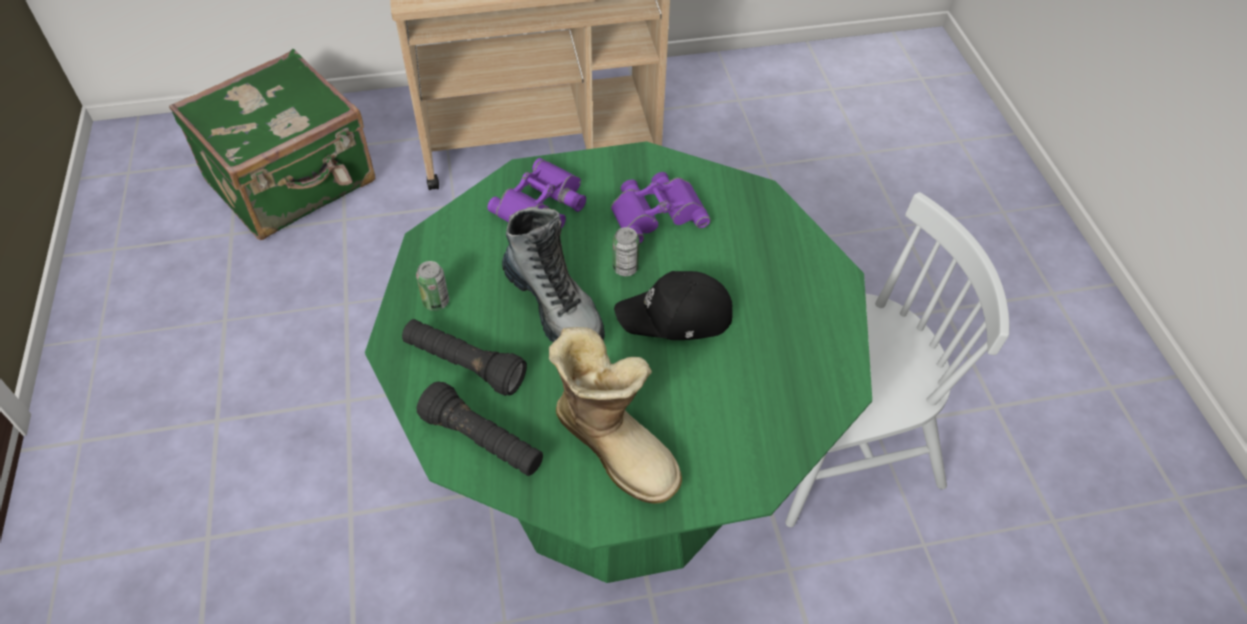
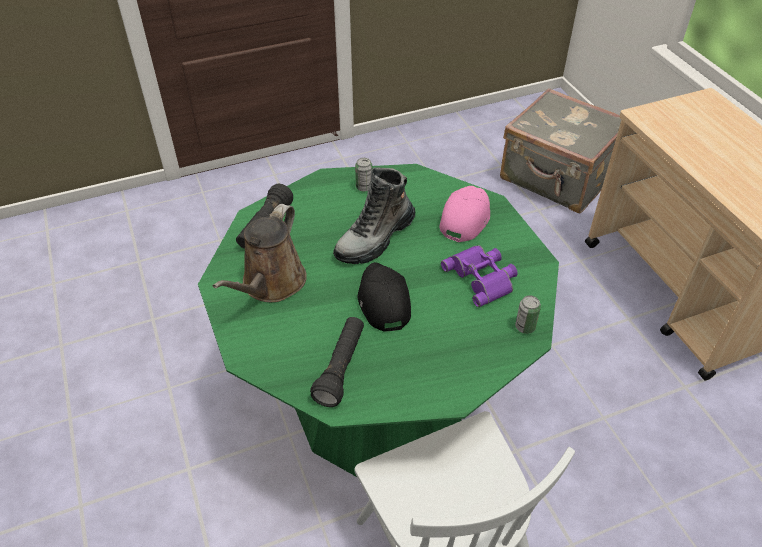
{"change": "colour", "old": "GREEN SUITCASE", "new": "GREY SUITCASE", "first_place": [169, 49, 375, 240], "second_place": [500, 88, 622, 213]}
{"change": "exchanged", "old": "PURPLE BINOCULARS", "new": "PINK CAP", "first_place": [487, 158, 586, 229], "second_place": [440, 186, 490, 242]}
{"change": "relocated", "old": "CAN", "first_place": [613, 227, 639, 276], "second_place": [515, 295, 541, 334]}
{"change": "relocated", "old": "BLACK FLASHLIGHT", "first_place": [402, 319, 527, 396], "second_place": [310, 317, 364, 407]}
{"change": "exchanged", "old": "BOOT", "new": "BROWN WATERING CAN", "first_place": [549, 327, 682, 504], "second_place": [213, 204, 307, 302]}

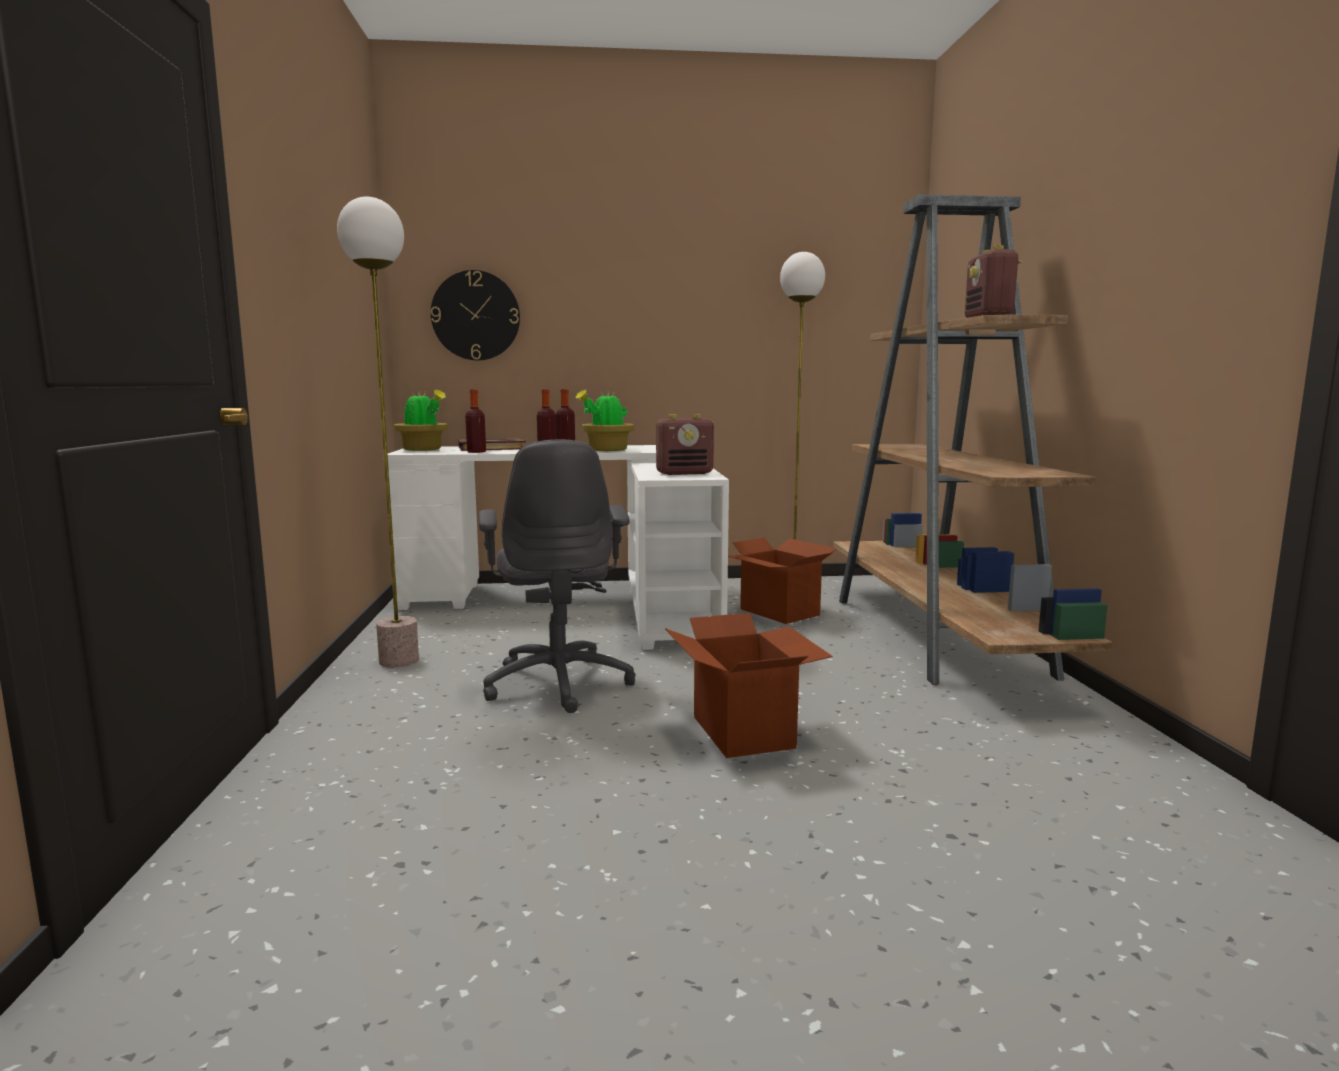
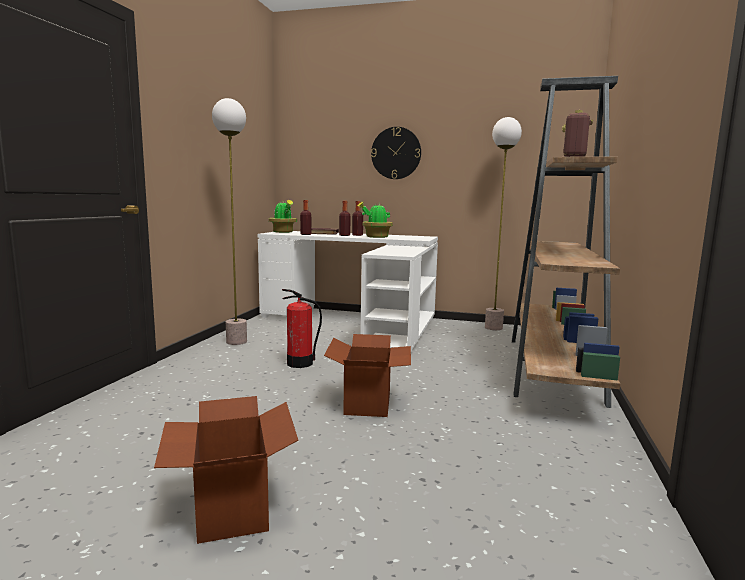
{"change": "relocated", "old": "WALL CLOCK", "first_place": [431, 270, 520, 361], "second_place": [371, 127, 421, 179]}
{"change": "missing", "old": "RADIO", "first_place": [656, 414, 714, 475]}
{"change": "exchanged", "old": "GREY OFFICE CHAIR", "new": "FIRE EXTINGUISHER", "first_place": [479, 439, 636, 713], "second_place": [282, 289, 322, 368]}
{"change": "relocated", "old": "CARDBOARD BOX", "first_place": [728, 538, 837, 624], "second_place": [154, 396, 299, 544]}

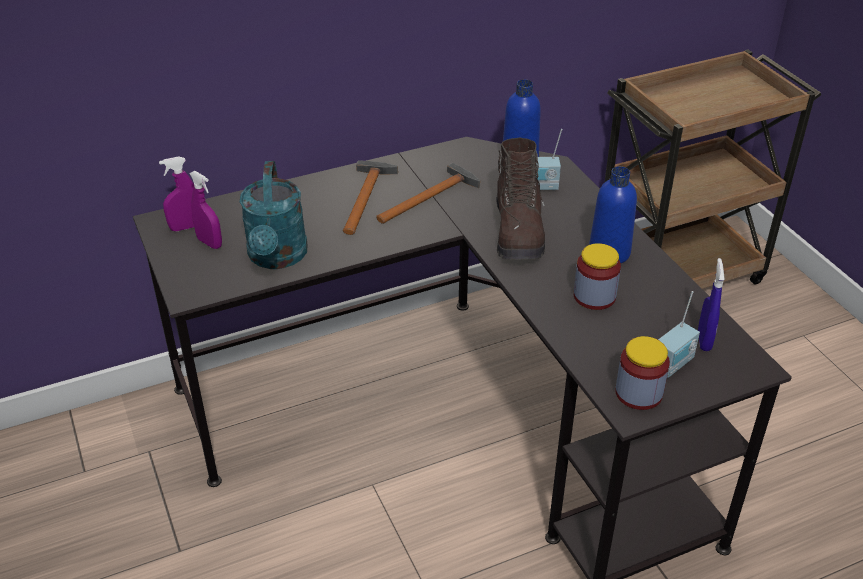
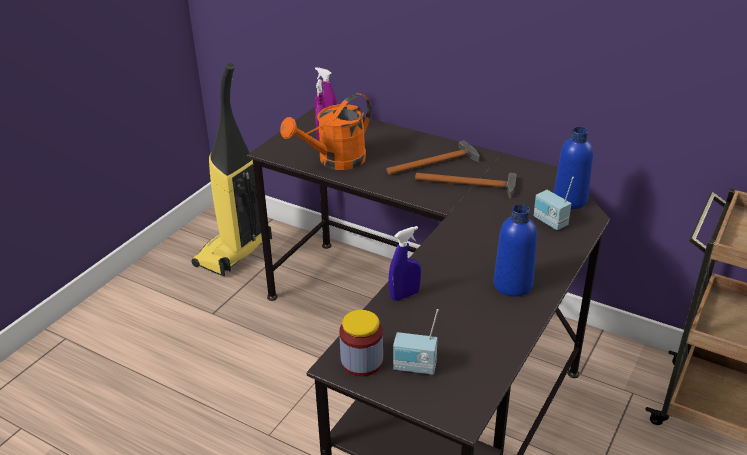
{"change": "missing", "old": "BROWN BOOT", "first_place": [496, 138, 545, 260]}
{"change": "colour", "old": "TURQUOISE WATERING CAN", "new": "ORANGE WATERING CAN", "first_place": [240, 161, 308, 269], "second_place": [280, 93, 371, 170]}
{"change": "missing", "old": "JAR", "first_place": [574, 243, 621, 310]}
{"change": "relocated", "old": "BLUE SPRAY BOTTLE", "first_place": [698, 258, 724, 351], "second_place": [388, 226, 421, 301]}
{"change": "appeared", "new": "VACUUM CLEANER", "second_place": [191, 63, 272, 276]}

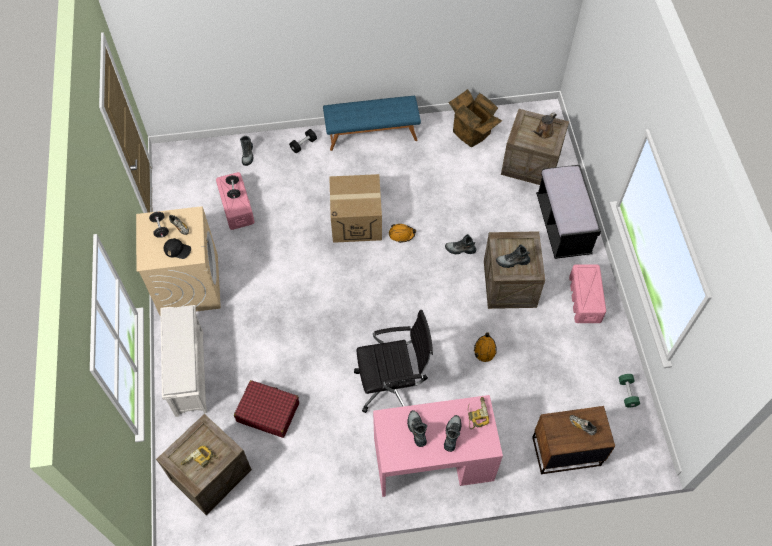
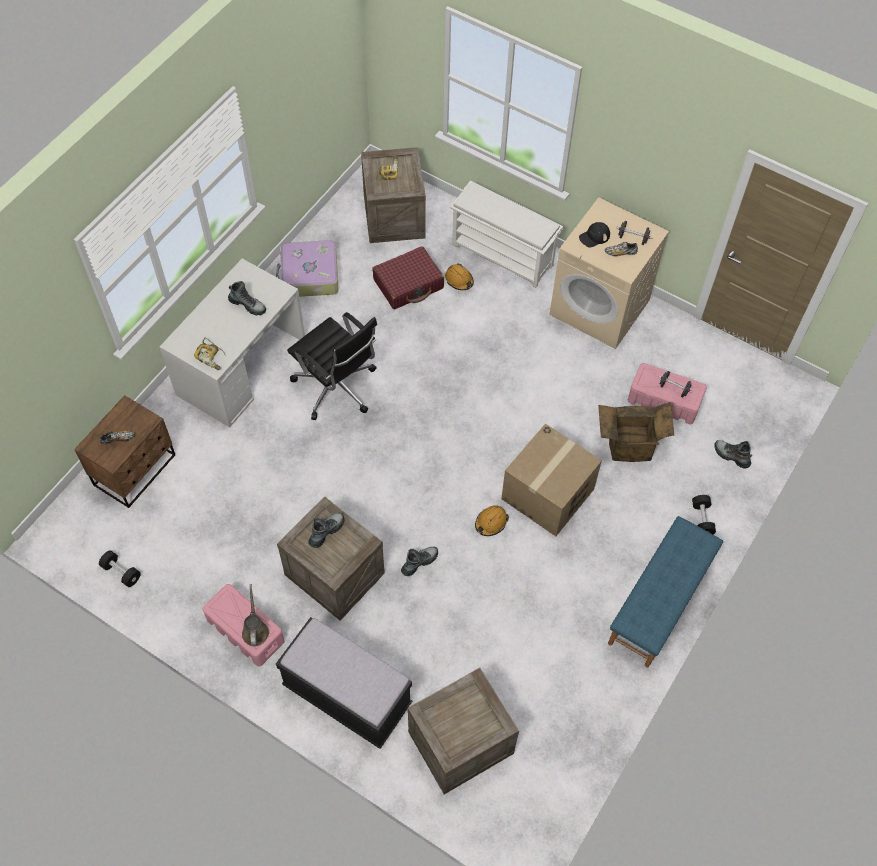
{"change": "relocated", "old": "CARDBOARD BOX", "first_place": [448, 89, 502, 147], "second_place": [598, 402, 674, 462]}
{"change": "relocated", "old": "BROWN WATERING CAN", "first_place": [531, 112, 556, 139], "second_place": [242, 584, 269, 646]}
{"change": "spun", "old": "BLACK OFFICE CHAIR", "first_place": [354, 310, 433, 413], "second_place": [287, 312, 377, 420], "degrees": -75}
{"change": "relocated", "old": "ORANGE HARD HAT", "first_place": [474, 332, 497, 362], "second_place": [445, 263, 474, 290]}
{"change": "colour", "old": "GREEN DUMBBELL", "new": "BLACK DUMBBELL", "first_place": [619, 374, 640, 407], "second_place": [99, 550, 141, 587]}
{"change": "colour", "old": "PINK DESK", "new": "WHITE DESK", "first_place": [373, 395, 503, 497], "second_place": [160, 259, 305, 427]}
{"change": "missing", "old": "BOOT", "first_place": [444, 415, 462, 452]}
{"change": "appeared", "new": "SUITCASE", "second_place": [276, 240, 339, 297]}

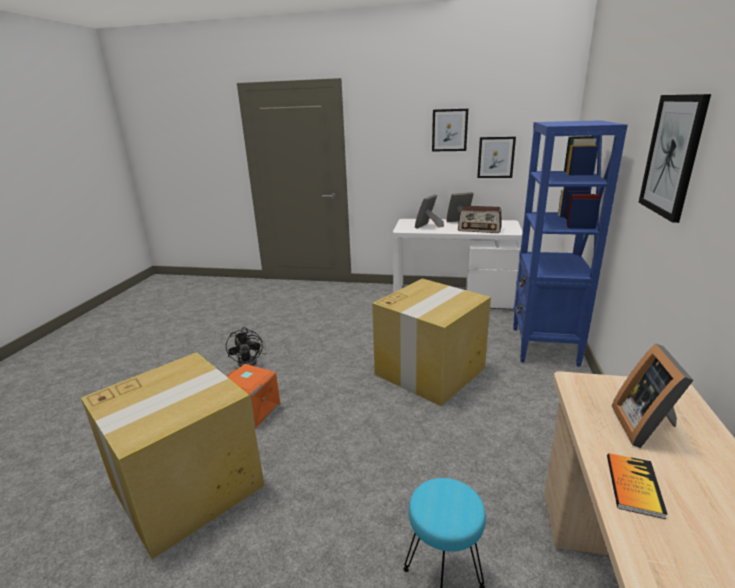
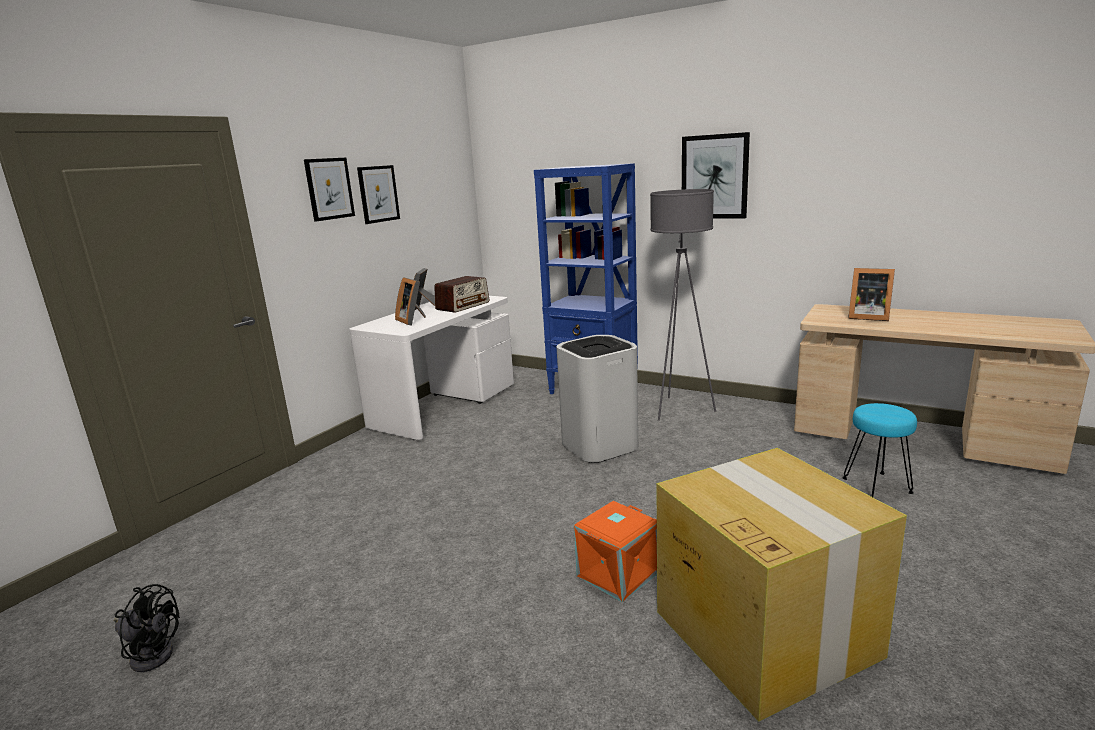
{"change": "relocated", "old": "PICTURE", "first_place": [477, 137, 516, 178], "second_place": [304, 158, 355, 222]}
{"change": "exchanged", "old": "CARDBOARD BOX", "new": "WHITE TRASH CAN", "first_place": [372, 279, 491, 406], "second_place": [557, 335, 638, 463]}
{"change": "relocated", "old": "BLACK FAN", "first_place": [226, 327, 268, 367], "second_place": [114, 584, 180, 672]}
{"change": "missing", "old": "BOOK", "first_place": [607, 453, 668, 519]}
{"change": "appeared", "new": "GREY FLOOR LAMP", "second_place": [650, 189, 716, 421]}

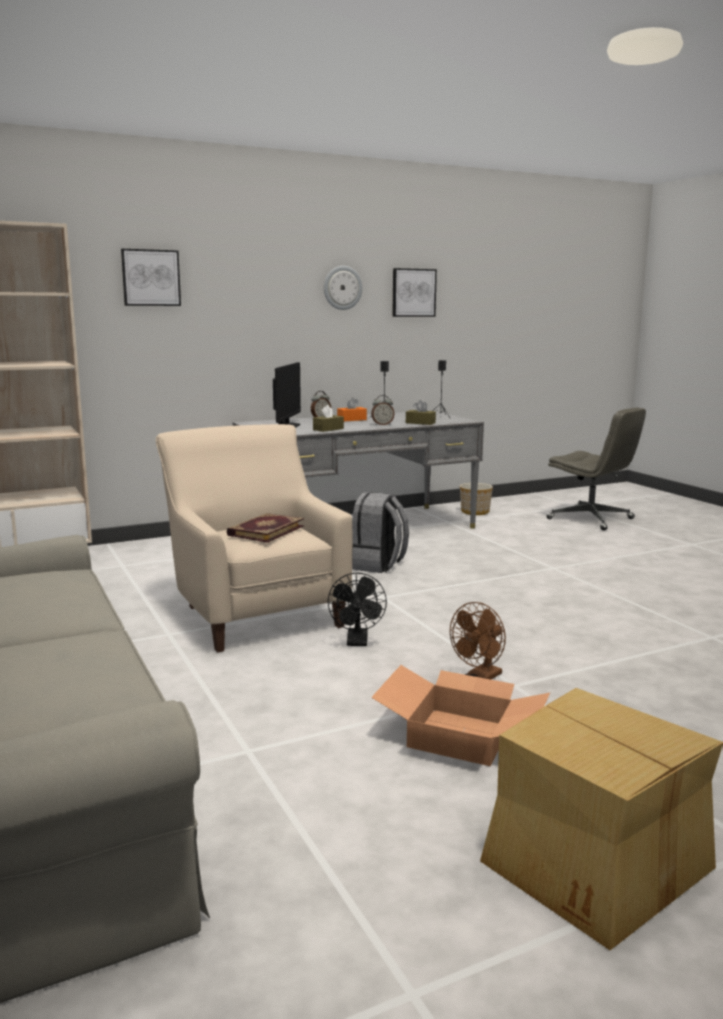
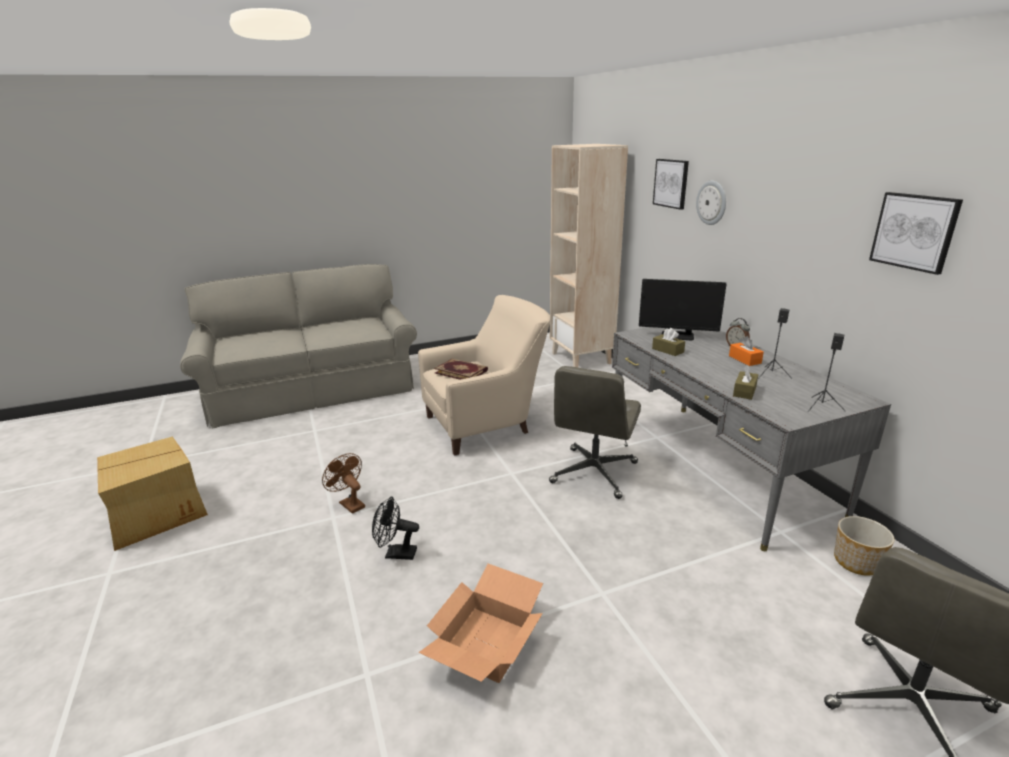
{"change": "relocated", "old": "WALL CLOCK", "first_place": [324, 266, 362, 310], "second_place": [696, 181, 726, 225]}
{"change": "missing", "old": "ALARM CLOCK", "first_place": [371, 395, 395, 425]}
{"change": "exchanged", "old": "GREY BACKPACK", "new": "GREY OFFICE CHAIR", "first_place": [352, 492, 409, 573], "second_place": [549, 366, 641, 499]}
{"change": "relocated", "old": "BLACK FAN", "first_place": [328, 572, 387, 646], "second_place": [372, 496, 419, 560]}
{"change": "relocated", "old": "CARDBOARD BOX", "first_place": [371, 665, 550, 766], "second_place": [418, 564, 543, 683]}

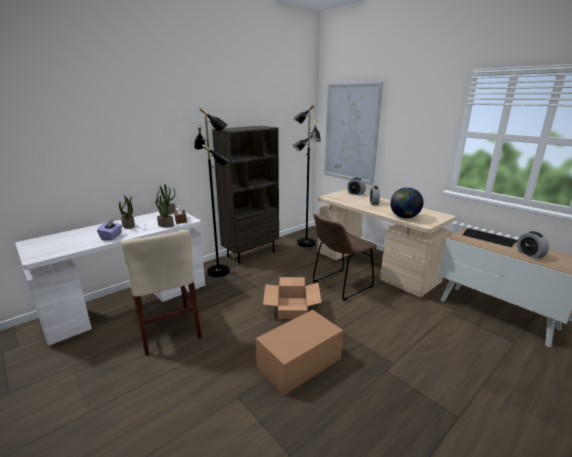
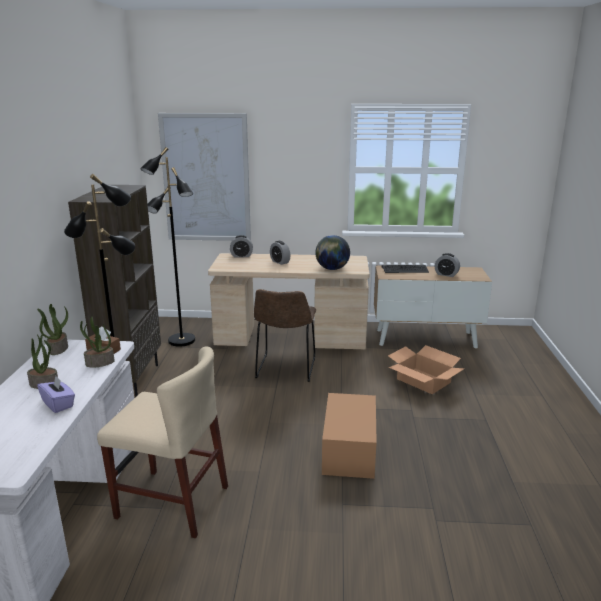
{"change": "relocated", "old": "CARDBOARD BOX", "first_place": [263, 277, 321, 319], "second_place": [388, 345, 465, 394]}

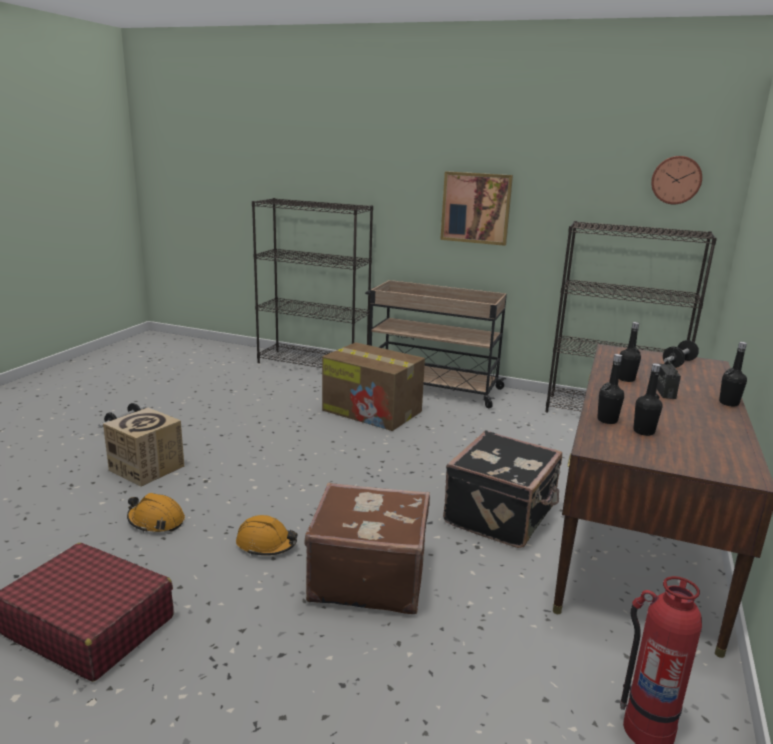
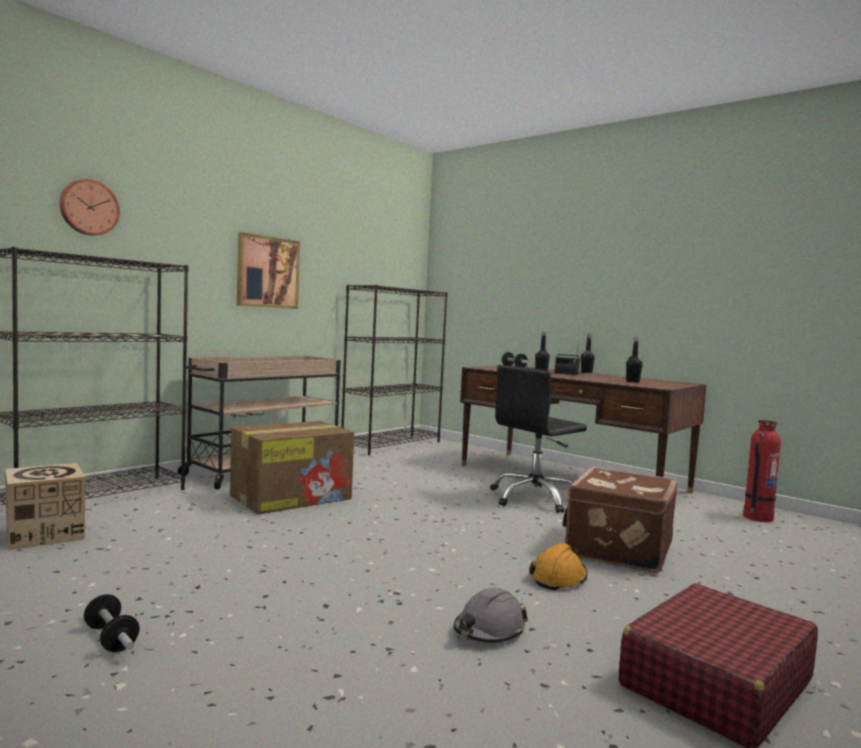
{"change": "relocated", "old": "WALL CLOCK", "first_place": [651, 156, 702, 204], "second_place": [59, 179, 120, 236]}
{"change": "missing", "old": "BLACK BOTTLE", "first_place": [597, 354, 624, 424]}
{"change": "relocated", "old": "CARDBOARD BOX", "first_place": [103, 408, 184, 486], "second_place": [5, 463, 85, 550]}
{"change": "exchanged", "old": "BLACK SUITCASE", "new": "BLACK OFFICE CHAIR", "first_place": [443, 430, 562, 548], "second_place": [490, 365, 587, 513]}
{"change": "colour", "old": "ORANGE HARD HAT", "new": "GREY HARD HAT", "first_place": [127, 493, 185, 533], "second_place": [453, 588, 528, 643]}

